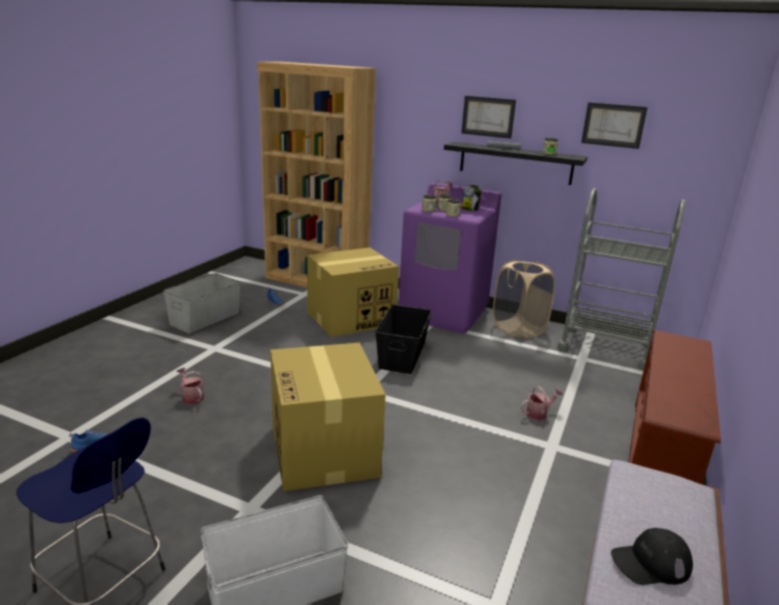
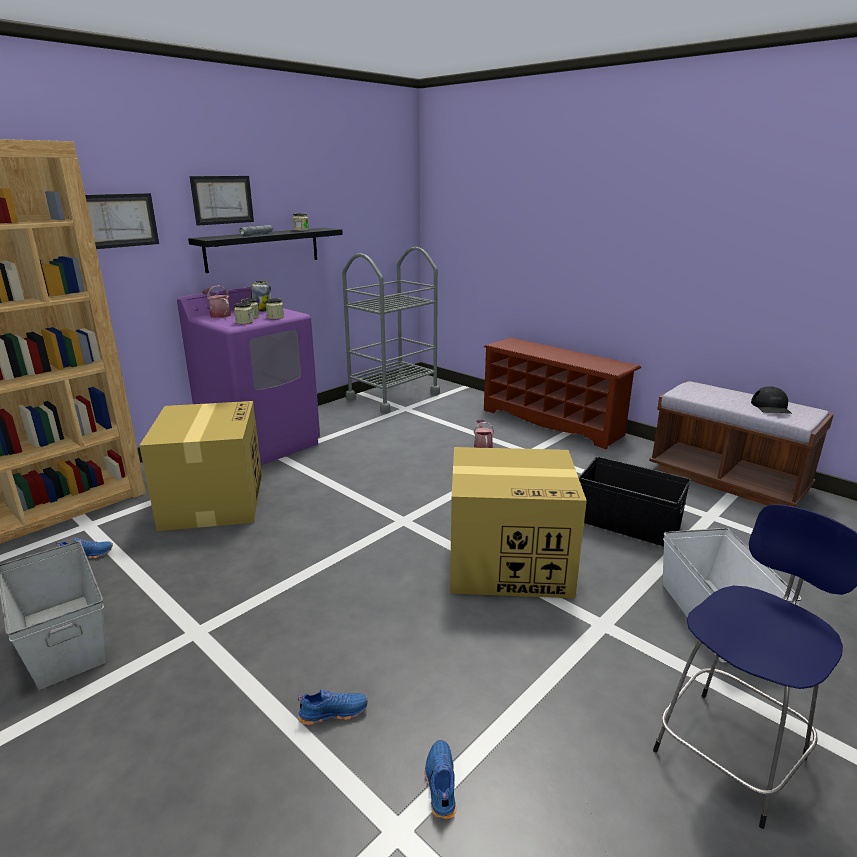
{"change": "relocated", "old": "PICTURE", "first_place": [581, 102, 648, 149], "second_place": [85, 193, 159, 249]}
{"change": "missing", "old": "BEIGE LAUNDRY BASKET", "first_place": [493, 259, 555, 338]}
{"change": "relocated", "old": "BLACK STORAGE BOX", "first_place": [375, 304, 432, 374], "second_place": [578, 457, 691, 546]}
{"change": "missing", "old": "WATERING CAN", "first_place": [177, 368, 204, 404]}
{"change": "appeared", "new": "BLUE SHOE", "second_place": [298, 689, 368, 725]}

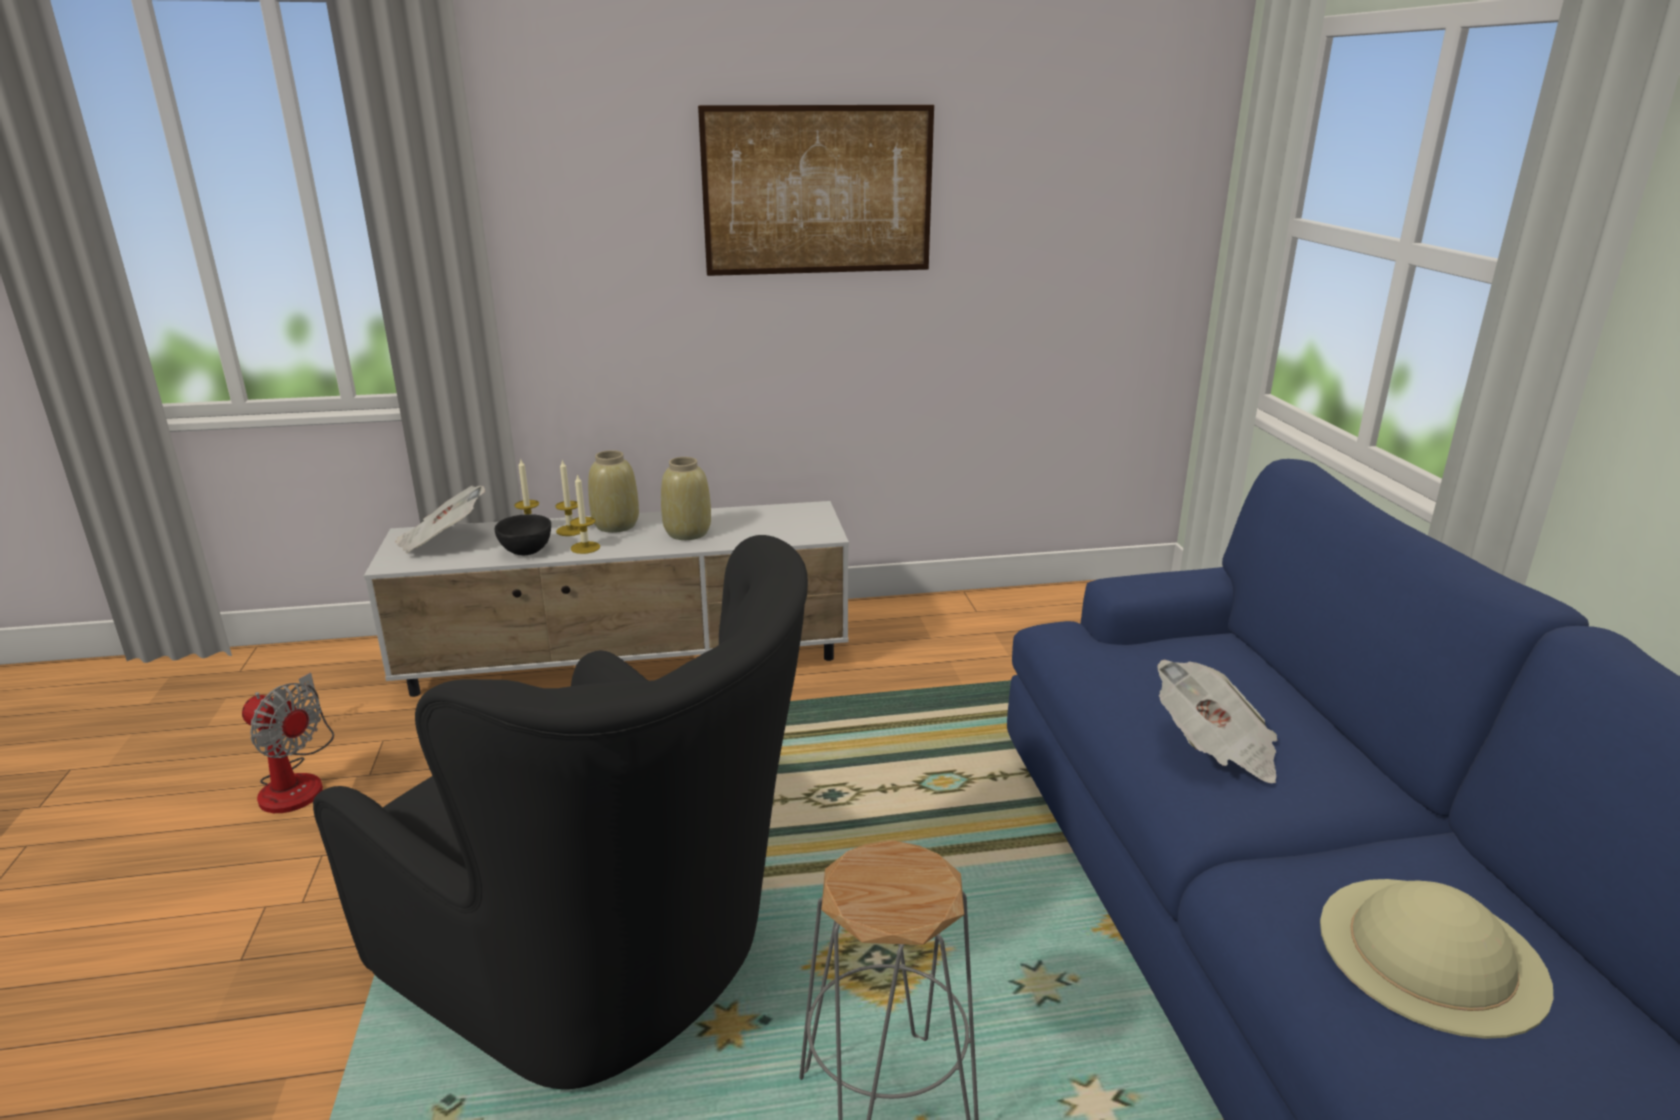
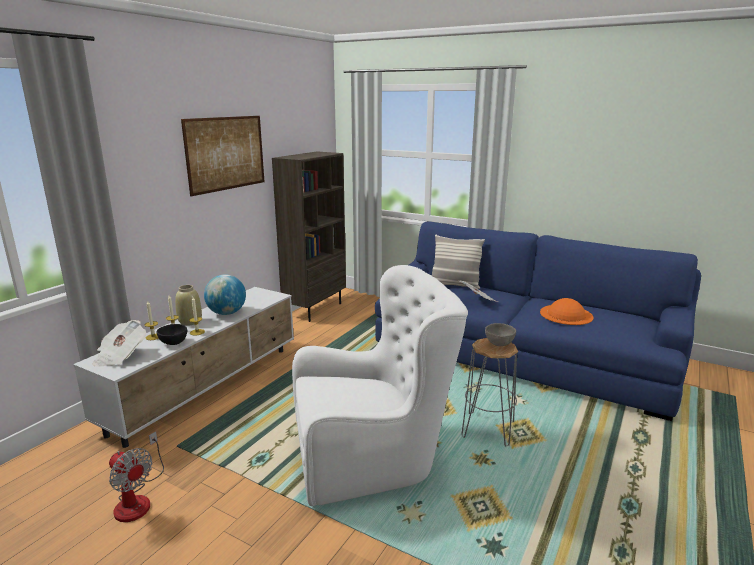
{"change": "exchanged", "old": "BEIGE VASE", "new": "GLOBE", "first_place": [661, 457, 711, 540], "second_place": [204, 275, 246, 315]}
{"change": "colour", "old": "BLACK ARMCHAIR", "new": "WHITE ARMCHAIR", "first_place": [313, 535, 808, 1089], "second_place": [292, 265, 468, 506]}
{"change": "spun", "old": "FAN", "first_place": [242, 672, 334, 813], "second_place": [109, 431, 164, 522], "degrees": 60}
{"change": "colour", "old": "BEIGE HAT", "new": "ORANGE HAT", "first_place": [1320, 879, 1553, 1039], "second_place": [540, 298, 594, 325]}
{"change": "appeared", "new": "BROWN BOOKCASE", "second_place": [272, 152, 346, 322]}
{"change": "appeared", "new": "PILLOW", "second_place": [432, 235, 485, 289]}
{"change": "appeared", "new": "GREY BOWL", "second_place": [485, 323, 516, 346]}

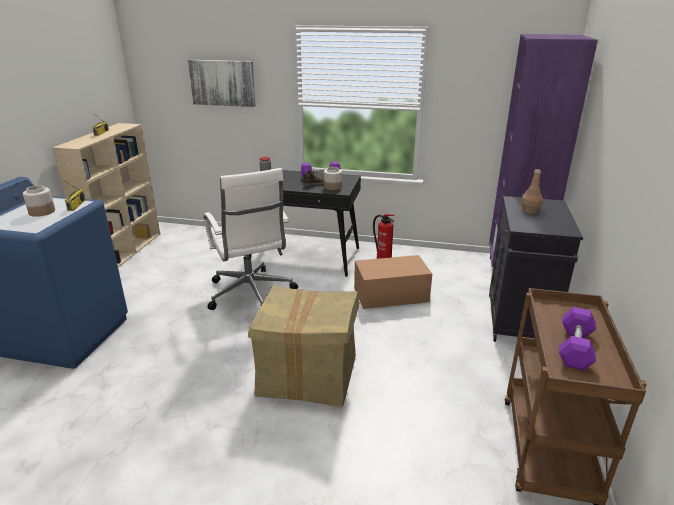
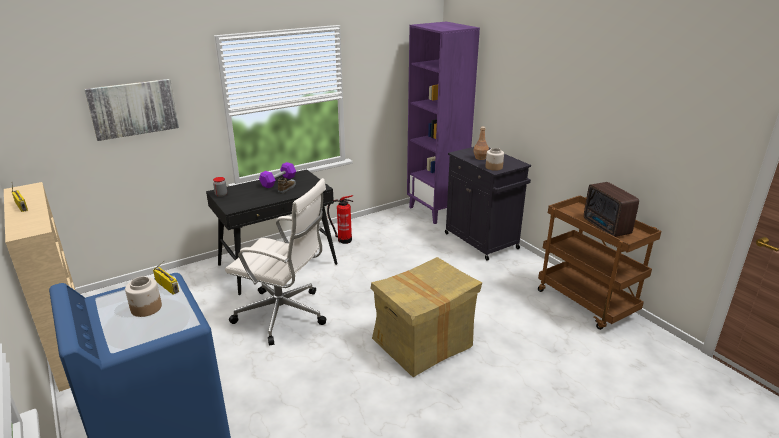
{"change": "relocated", "old": "JAR", "first_place": [324, 167, 342, 190], "second_place": [486, 148, 504, 171]}
{"change": "missing", "old": "CARDBOARD BOX", "first_place": [354, 255, 432, 309]}
{"change": "exchanged", "old": "PURPLE DUMBBELL", "new": "RADIO", "first_place": [559, 307, 596, 371], "second_place": [584, 182, 639, 237]}

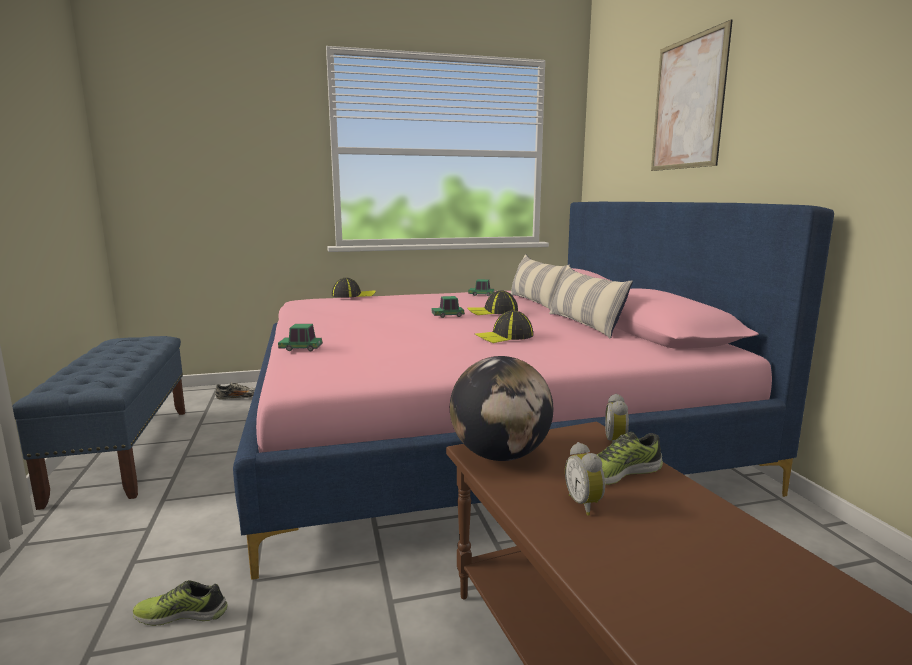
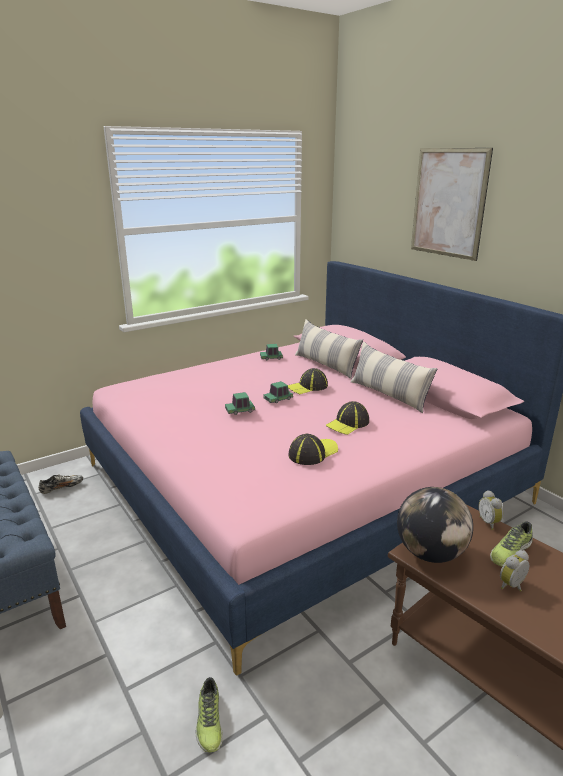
{"change": "relocated", "old": "CAP", "first_place": [332, 278, 376, 298], "second_place": [288, 434, 338, 465]}
{"change": "relocated", "old": "TOY CAR", "first_place": [278, 324, 323, 352], "second_place": [225, 392, 255, 415]}
{"change": "spun", "old": "ALARM CLOCK", "first_place": [565, 442, 605, 516], "second_place": [500, 550, 529, 592], "degrees": 90}
{"change": "spun", "old": "SHOE", "first_place": [133, 580, 227, 626], "second_place": [196, 677, 223, 752], "degrees": -75}

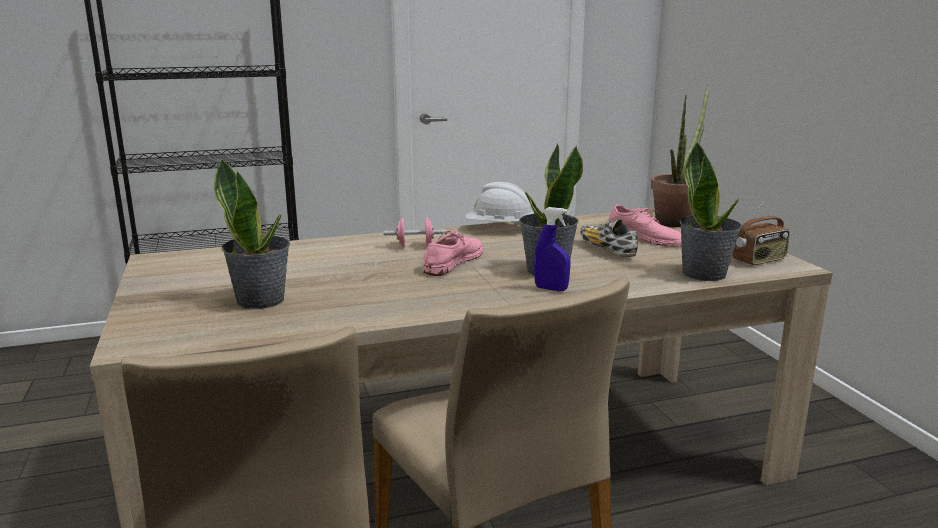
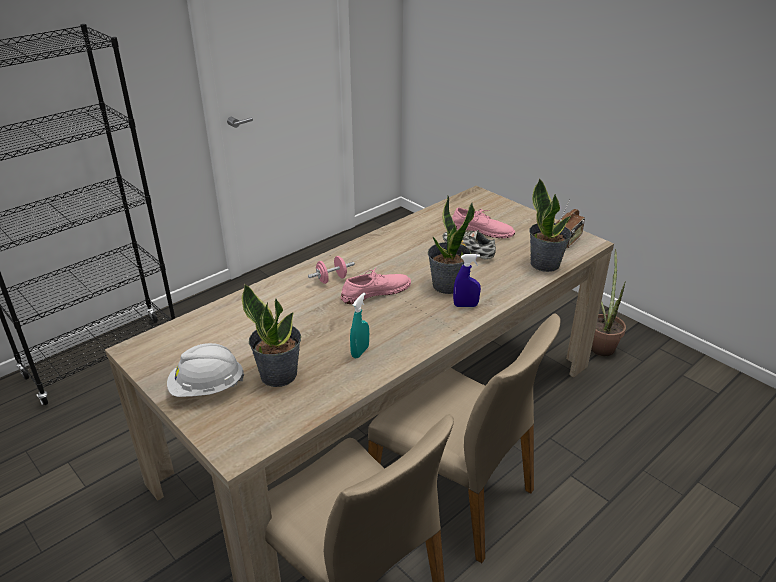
{"change": "relocated", "old": "POTTED PLANT", "first_place": [651, 85, 709, 227], "second_place": [591, 249, 626, 356]}
{"change": "relocated", "old": "WHITE HARD HAT", "first_place": [465, 182, 534, 225], "second_place": [167, 343, 244, 397]}
{"change": "spun", "old": "PINK SHOE", "first_place": [423, 230, 483, 276], "second_place": [341, 268, 411, 304], "degrees": 60}
{"change": "appeared", "new": "TURQUOISE SPRAY BOTTLE", "second_place": [350, 293, 369, 359]}

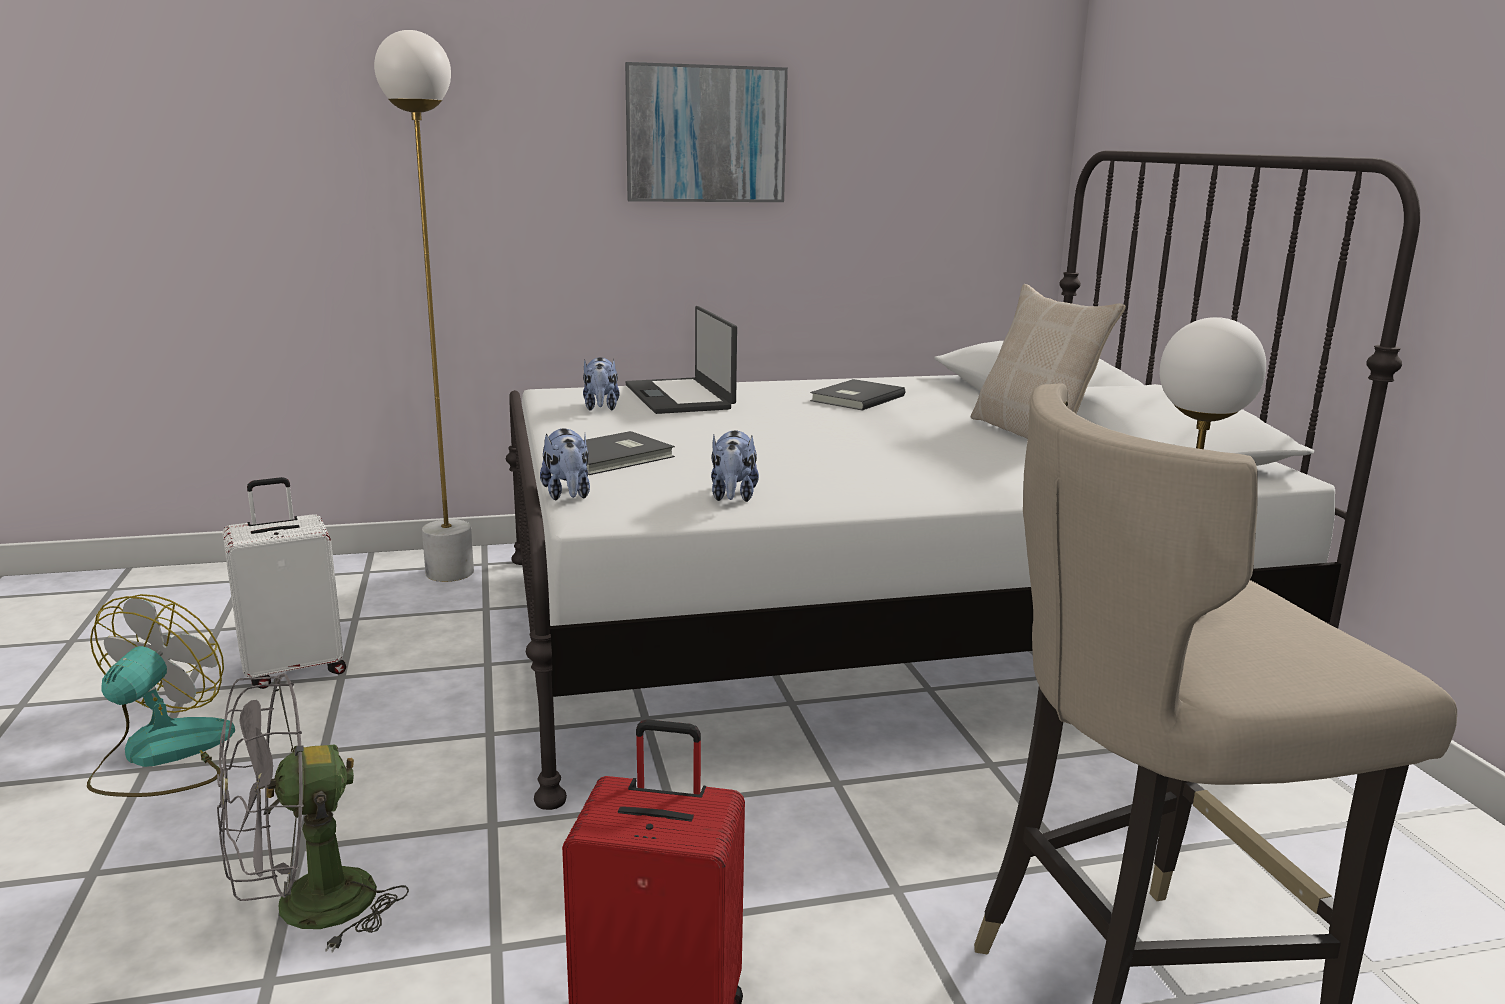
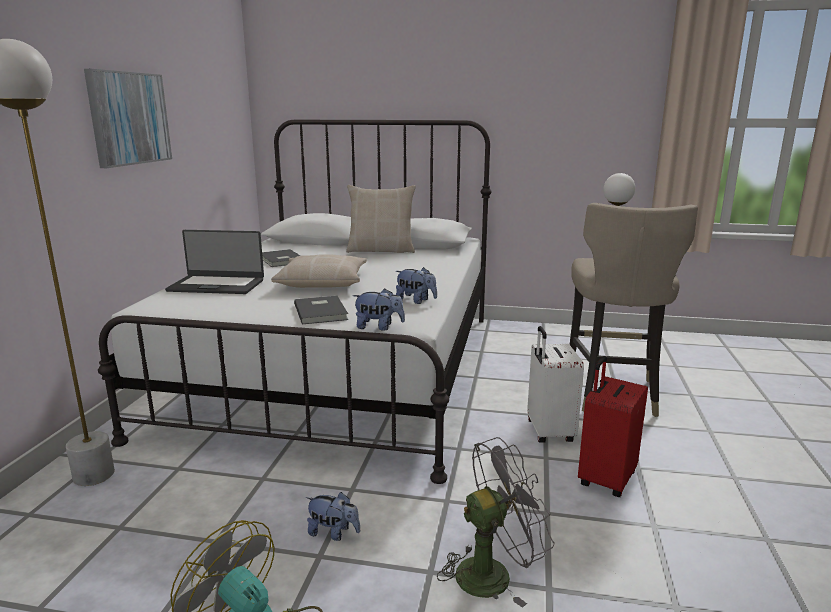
{"change": "relocated", "old": "PLUSH TOY", "first_place": [583, 357, 620, 411], "second_place": [306, 492, 360, 541]}
{"change": "relocated", "old": "WHITE SUITCASE", "first_place": [222, 477, 346, 689], "second_place": [527, 326, 584, 443]}
{"change": "spun", "old": "GREY FAN", "first_place": [217, 673, 409, 953], "second_place": [437, 437, 555, 608], "degrees": -105}
{"change": "appeared", "new": "BEIGE PILLOW", "second_place": [271, 254, 367, 288]}

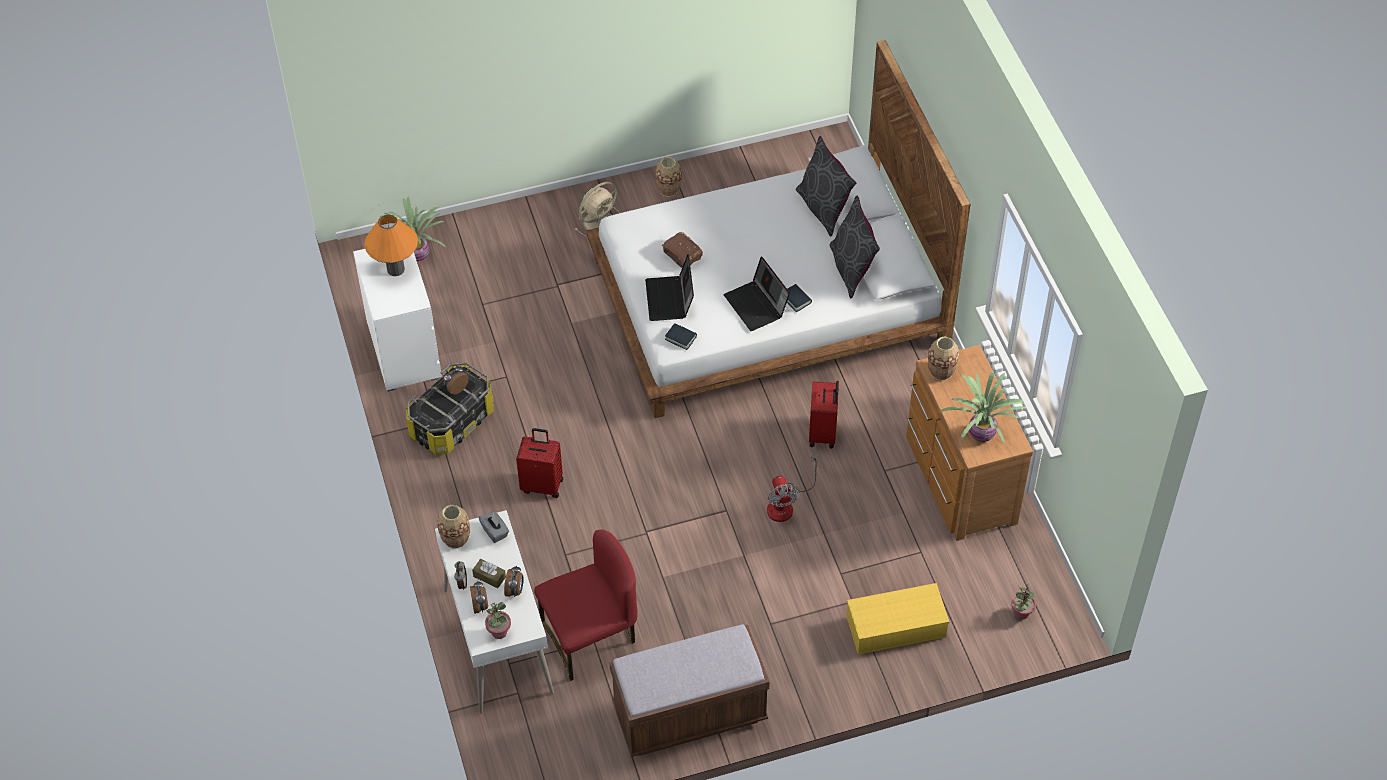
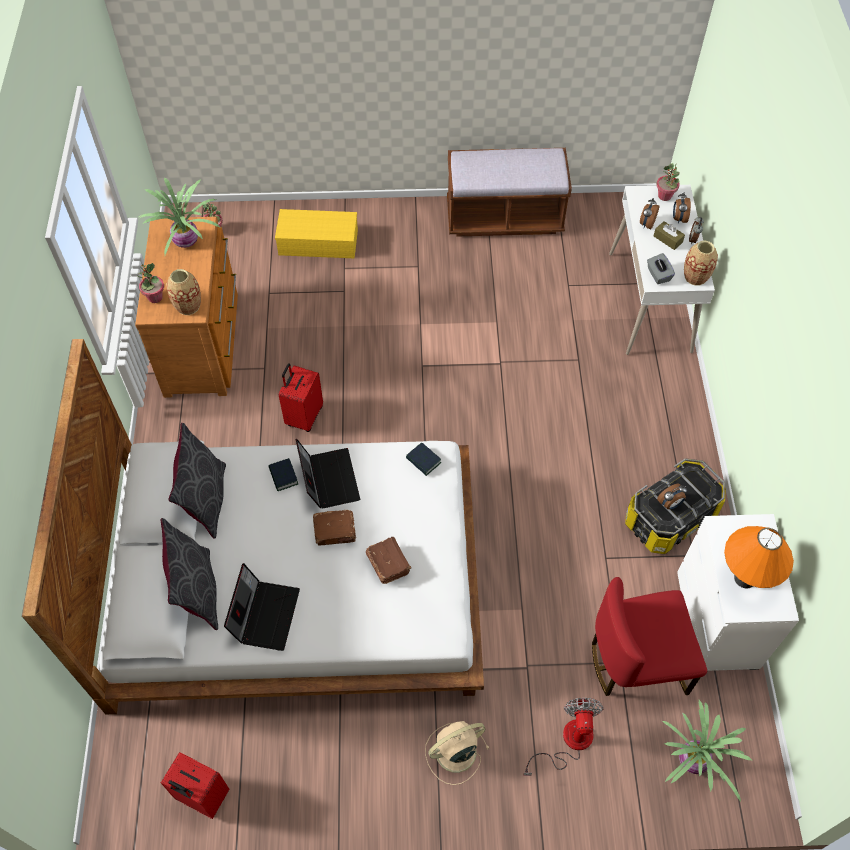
{"change": "missing", "old": "VASE", "first_place": [655, 157, 682, 197]}
{"change": "relocated", "old": "LAPTOP", "first_place": [645, 254, 694, 321], "second_place": [224, 563, 300, 651]}
{"change": "relocated", "old": "RED SUITCASE", "first_place": [516, 428, 563, 498], "second_place": [161, 752, 230, 819]}
{"change": "relocated", "old": "FAN", "first_place": [767, 454, 818, 522], "second_place": [523, 698, 604, 776]}
{"change": "relocated", "old": "RED CHAIR", "first_place": [534, 529, 638, 681], "second_place": [592, 577, 707, 696]}
{"change": "appeared", "new": "POTTED PLANT", "second_place": [138, 263, 164, 303]}
{"change": "appeared", "new": "BROWN BOOK", "second_place": [313, 510, 356, 545]}

